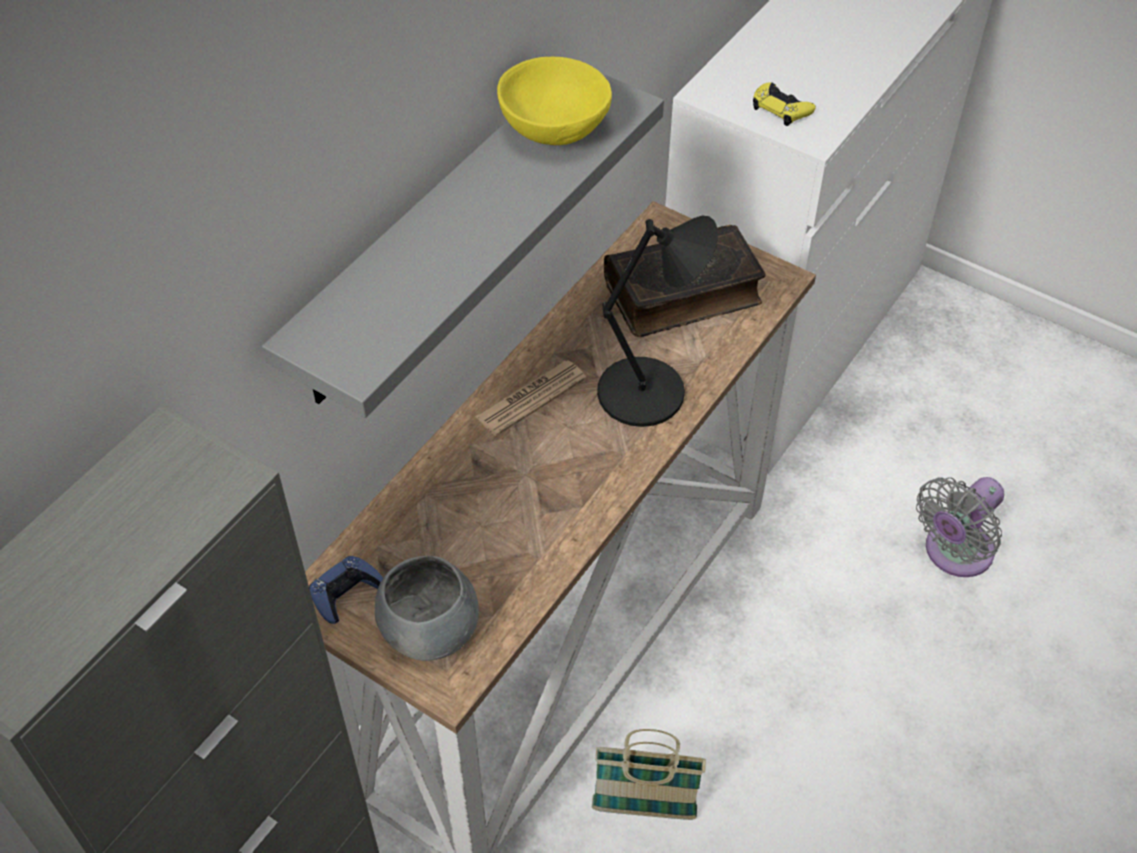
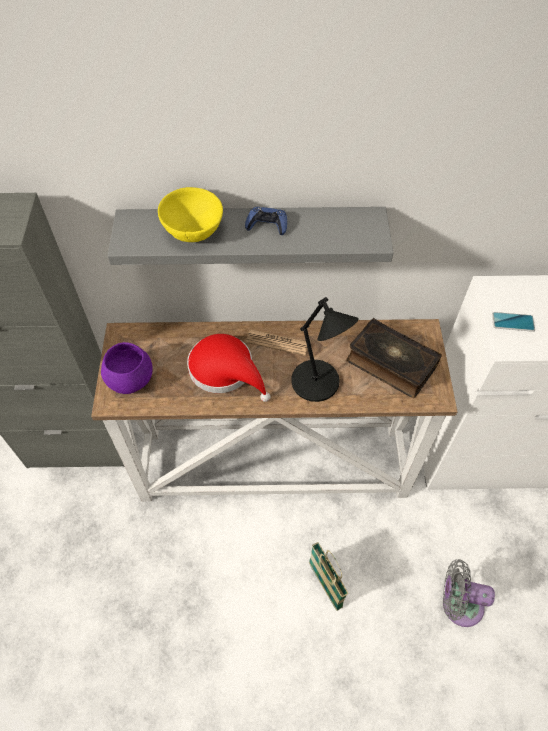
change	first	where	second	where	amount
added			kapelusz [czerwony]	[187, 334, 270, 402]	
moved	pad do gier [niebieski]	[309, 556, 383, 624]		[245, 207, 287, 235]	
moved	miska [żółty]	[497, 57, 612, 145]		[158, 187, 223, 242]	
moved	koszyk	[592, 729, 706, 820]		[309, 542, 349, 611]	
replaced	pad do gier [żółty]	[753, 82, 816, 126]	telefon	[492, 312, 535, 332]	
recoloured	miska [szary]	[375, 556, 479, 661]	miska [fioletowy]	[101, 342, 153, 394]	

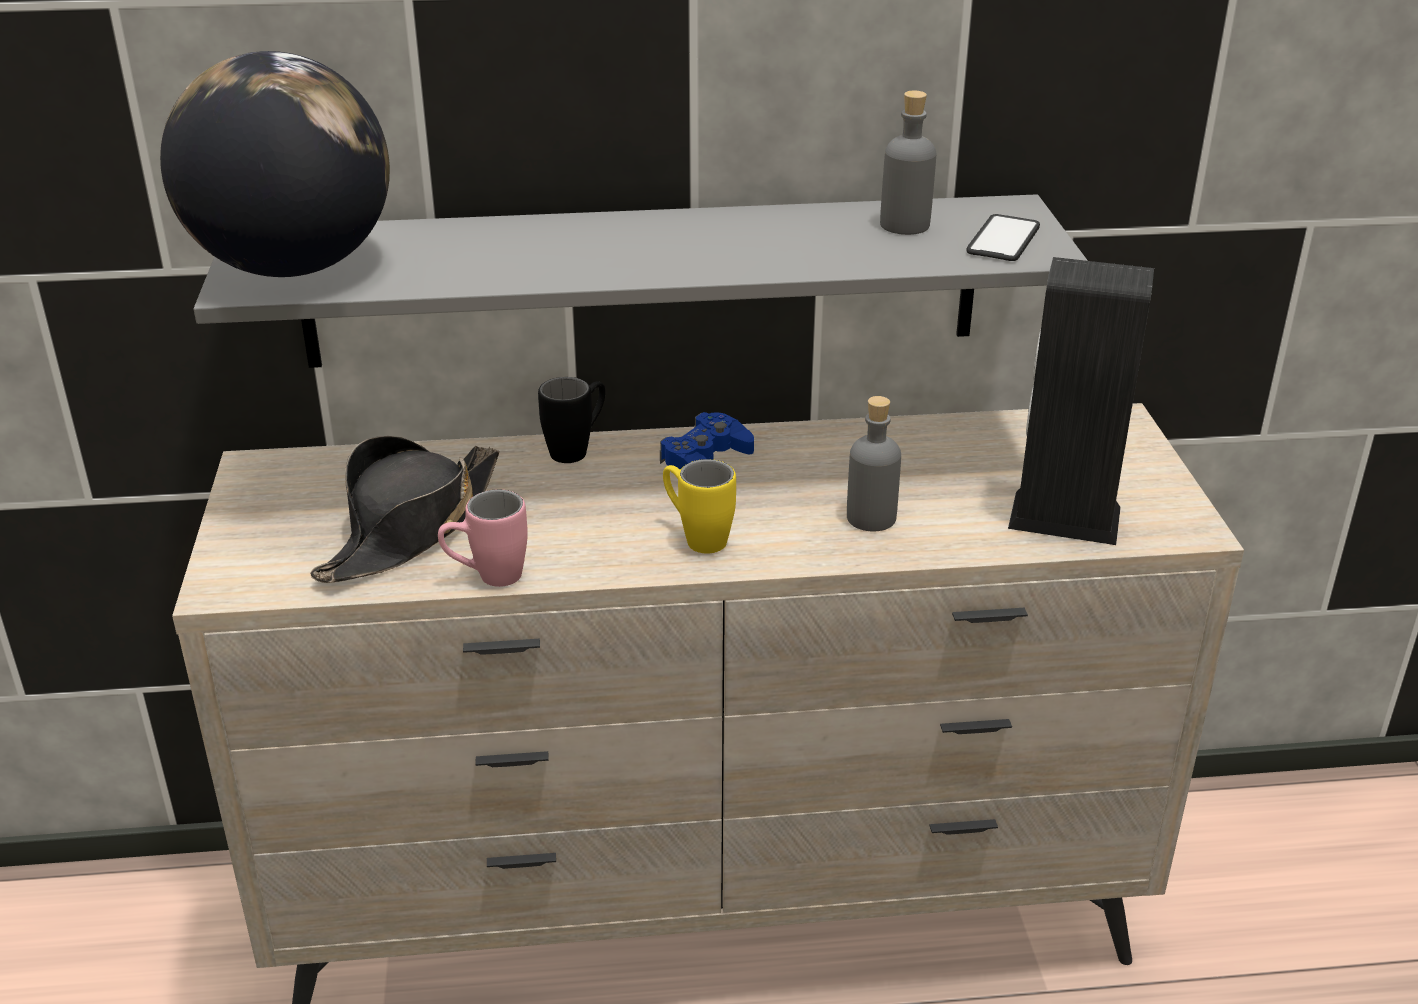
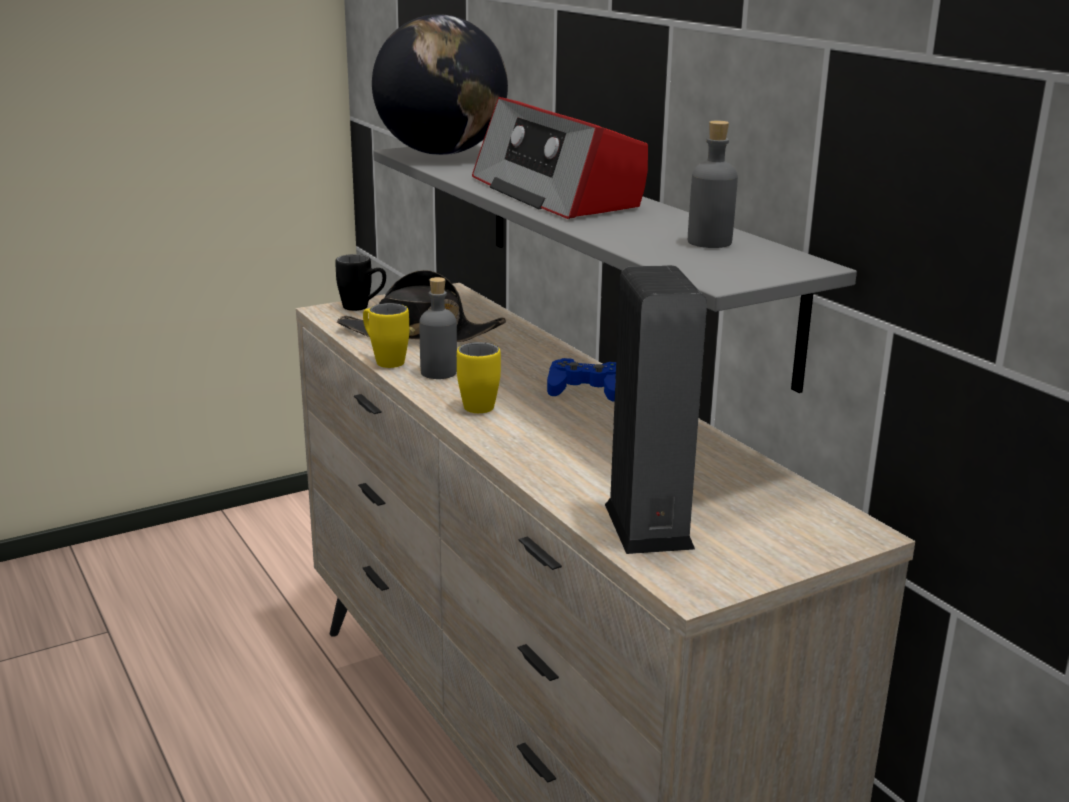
change	first	where	second	where	amount
removed	telefon	[966, 214, 1040, 261]			
added			radio	[472, 97, 648, 219]	
moved	kubek [czarny]	[538, 377, 605, 463]		[335, 254, 386, 311]	
moved	butelka [szary]	[847, 396, 901, 531]		[419, 277, 457, 379]	
recoloured	kubek [różowy]	[438, 489, 528, 587]	kubek [żółty]	[363, 303, 409, 368]	

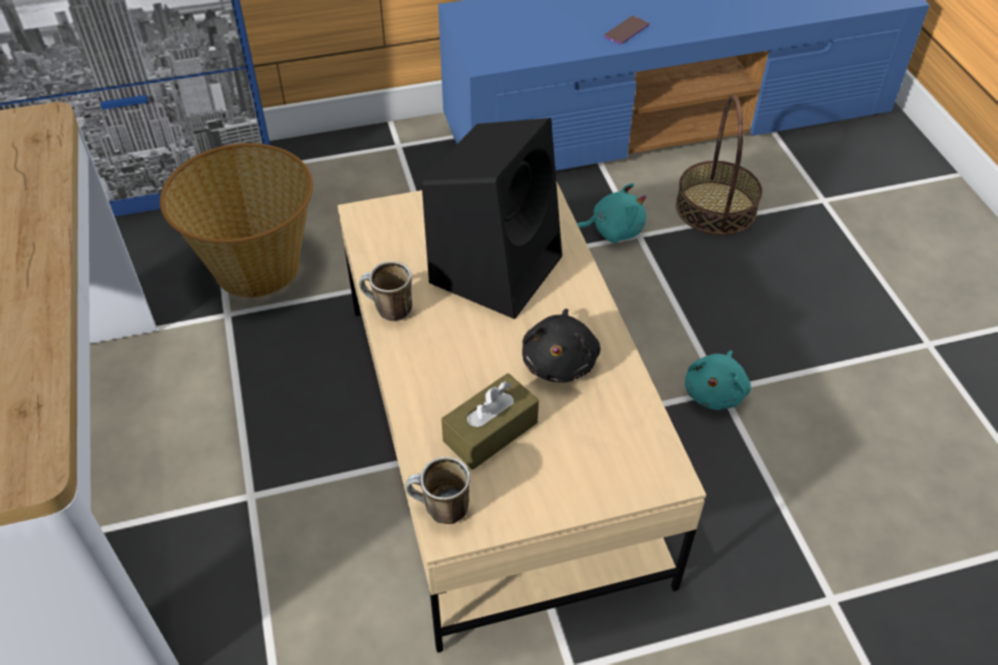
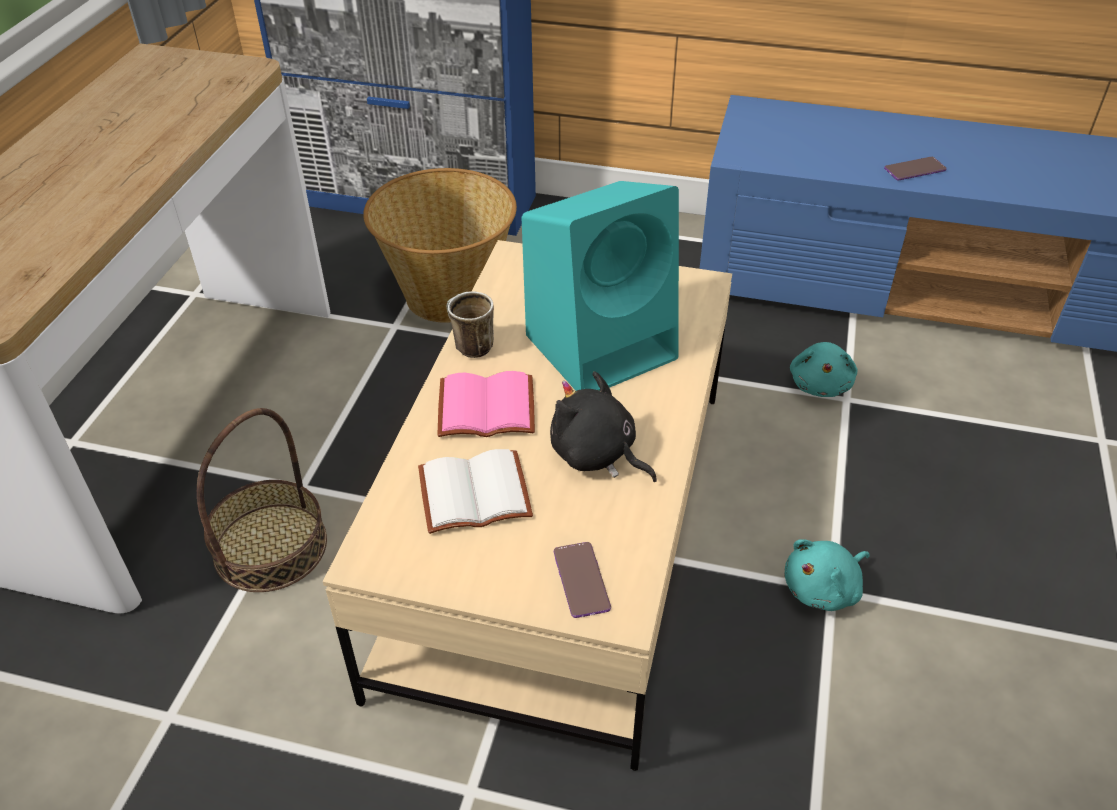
change	first	where	second	where	amount
removed	kubek	[406, 456, 470, 524]			
added			książka [różowy]	[437, 371, 535, 437]	
added			telefon	[554, 542, 611, 618]	
moved	koszyk	[676, 95, 762, 235]		[197, 408, 327, 592]	
replaced	pudełko chusteczek [brązowy]	[441, 373, 539, 470]	książka [biały]	[418, 449, 533, 534]	
recoloured	głośnik [czarny]	[422, 118, 562, 319]	głośnik [turkusowy]	[522, 181, 679, 391]	
turned	pluszak [czarny]	[522, 309, 600, 383]		[550, 371, 657, 482]	90 degrees clockwise
turned	pluszak [turkusowy]	[577, 183, 647, 243]		[790, 342, 857, 397]	75 degrees clockwise

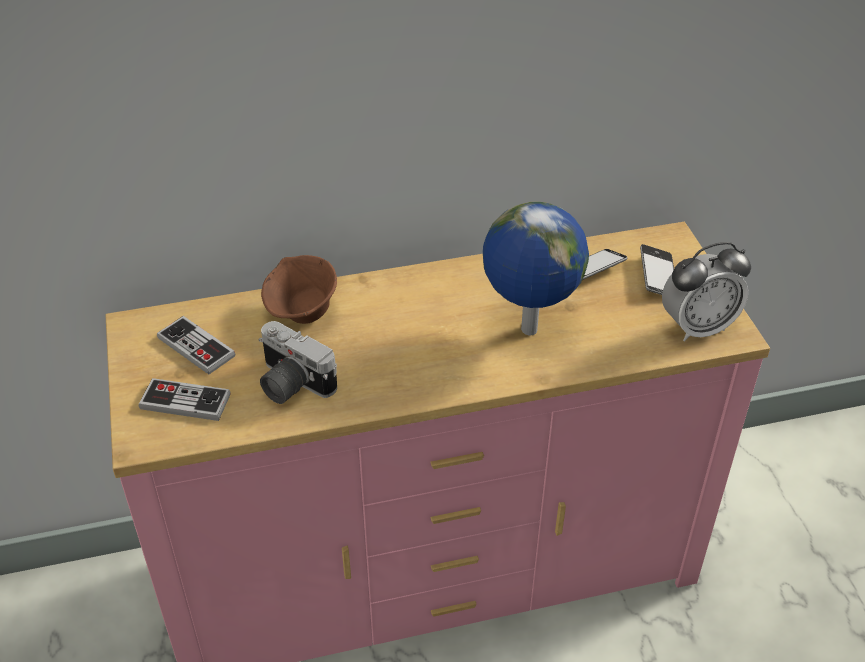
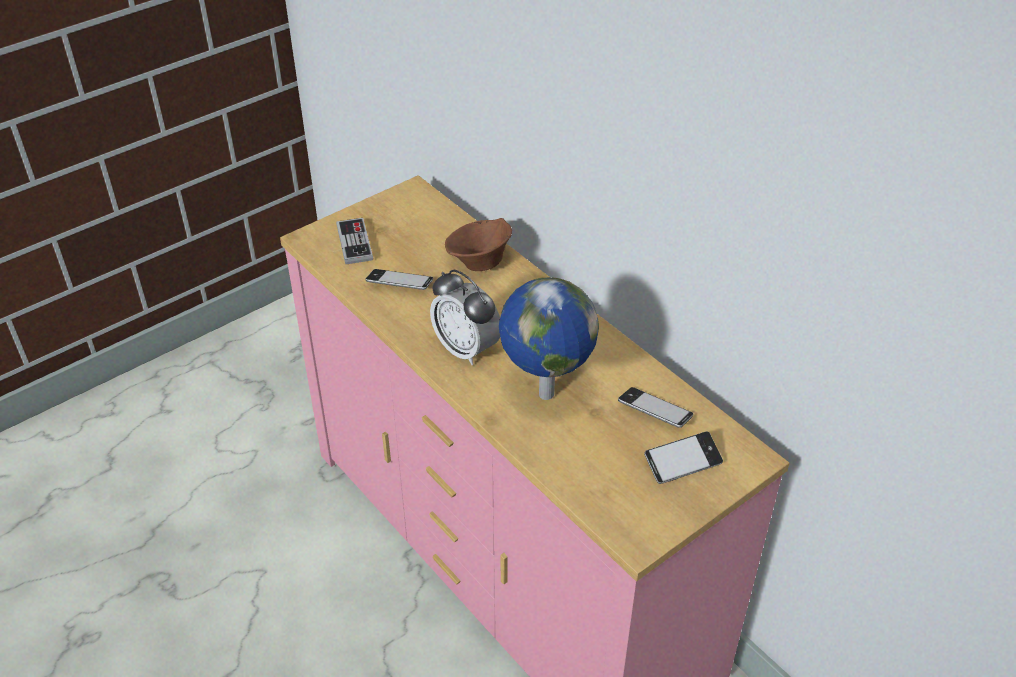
change	first	where	second	where	amount
removed	pad do gier	[157, 316, 235, 374]			
moved	budzik	[662, 242, 751, 342]		[430, 270, 500, 366]	
replaced	aparat fotograficzny	[259, 321, 337, 404]	telefon	[365, 269, 433, 290]	

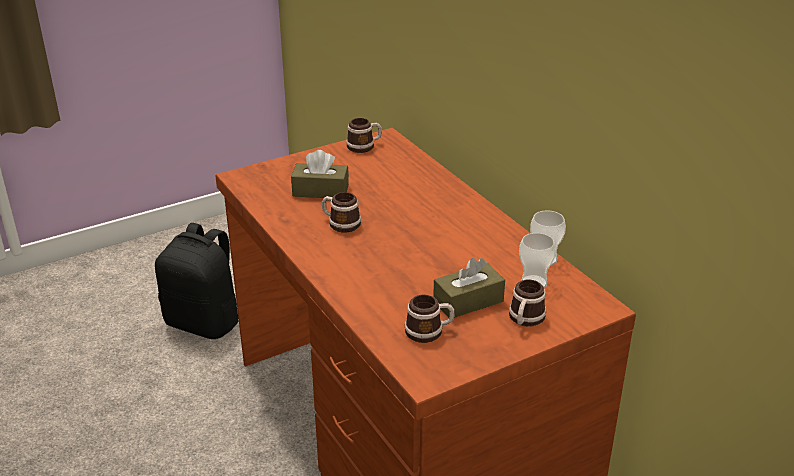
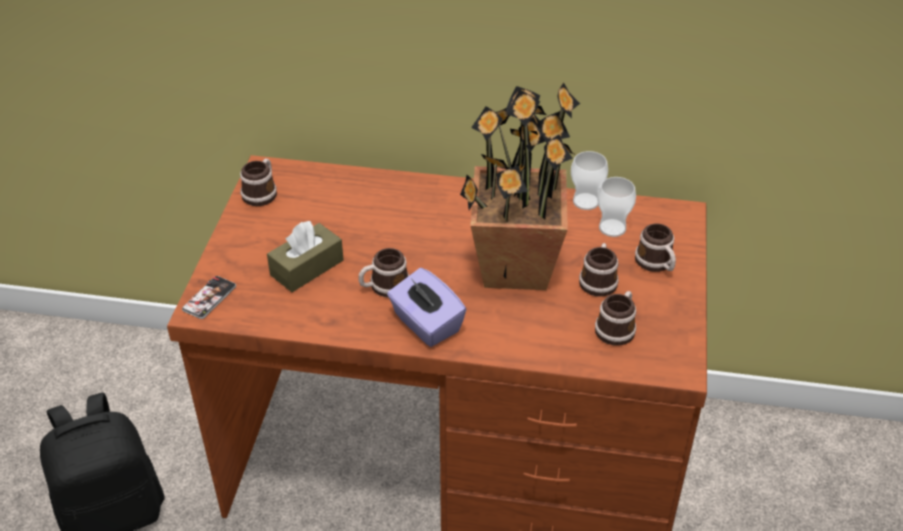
change	first	where	second	where	amount
added			telefon	[182, 276, 236, 319]	
added			pudełko chusteczek [fioletowy]	[387, 268, 466, 347]	
added			roślina doniczkowa	[460, 82, 580, 290]	
replaced	pudełko chusteczek [brązowy]	[433, 258, 505, 318]	kubek	[579, 243, 619, 297]	

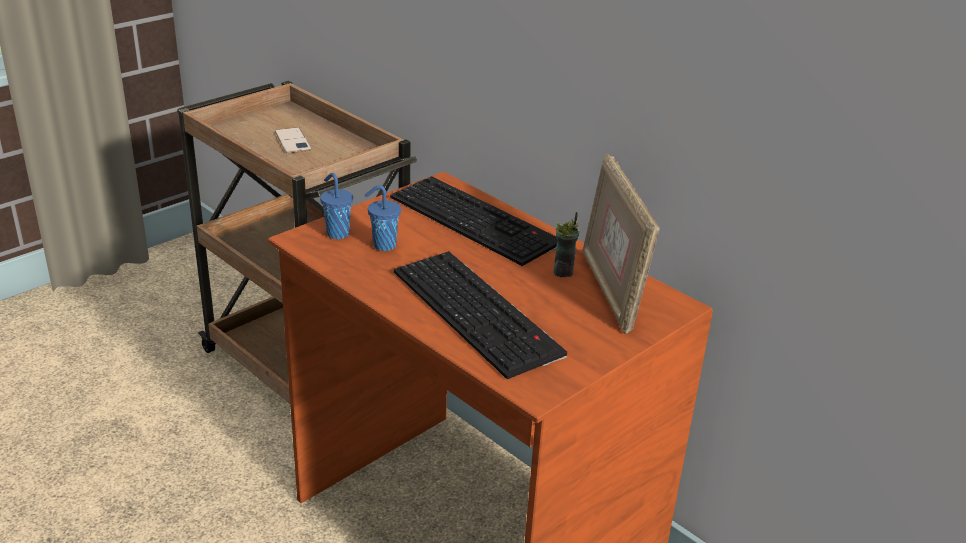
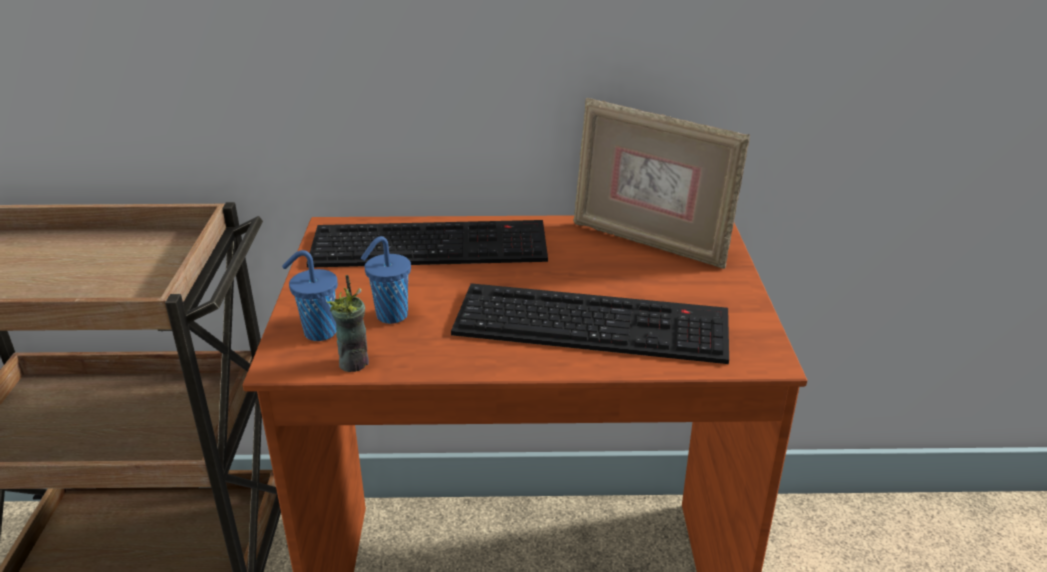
change	first	where	second	where	amount
removed	telefon	[275, 127, 311, 153]			
moved	filiżanka	[553, 212, 580, 277]		[327, 275, 369, 372]	

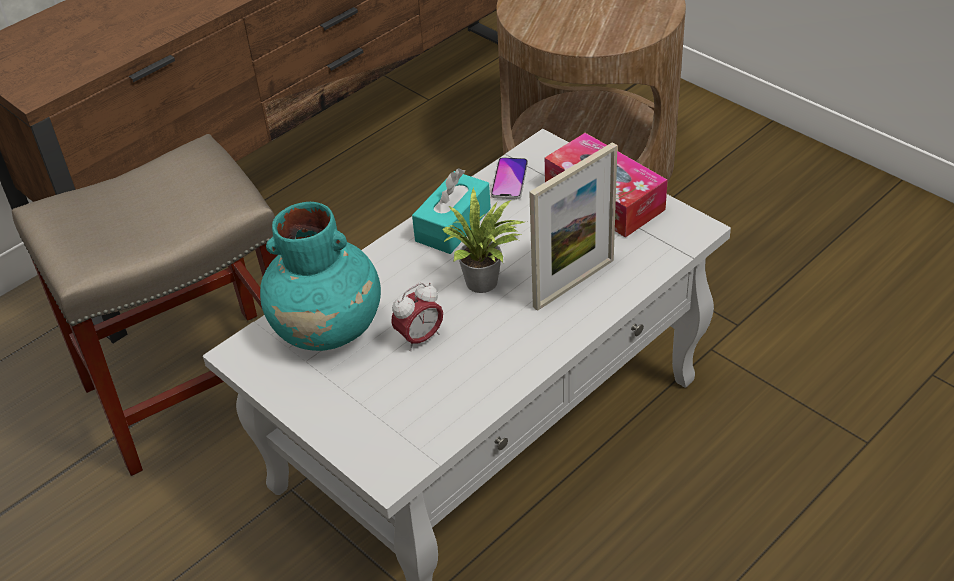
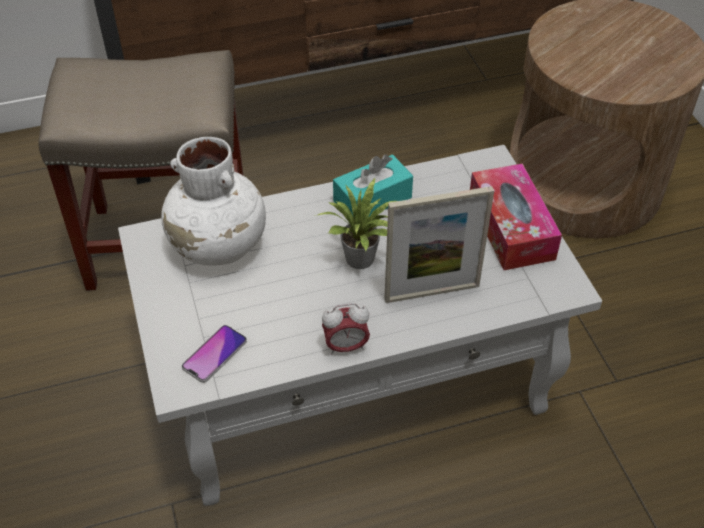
change	first	where	second	where	amount
moved	budzik	[391, 283, 443, 351]		[322, 303, 370, 355]	
moved	telefon	[491, 157, 528, 199]		[182, 325, 247, 383]	
recoloured	wazon [turkusowy]	[260, 202, 381, 351]	wazon [biały]	[161, 137, 266, 266]	

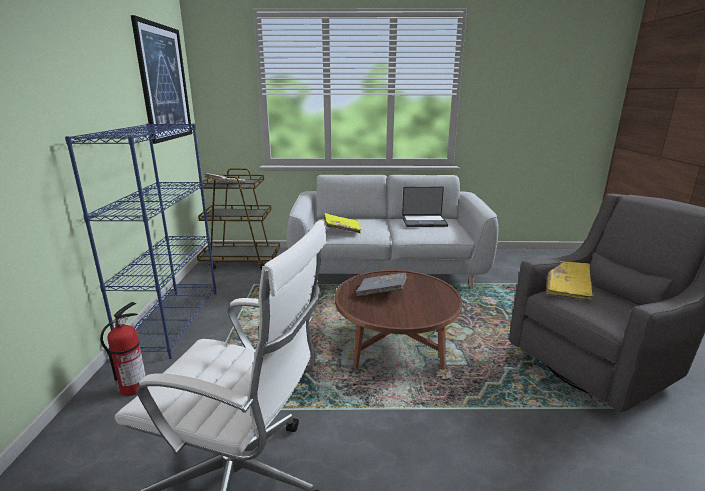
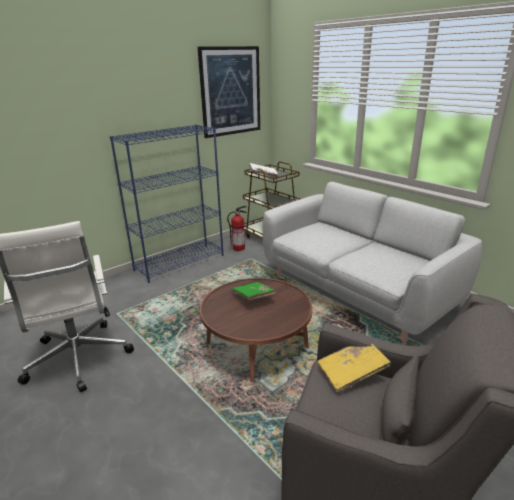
change	first	where	second	where	amount
removed	książka [żółty]	[324, 213, 361, 233]			
removed	laptop	[402, 186, 448, 227]			
moved	gaśnica	[100, 302, 146, 396]		[227, 206, 247, 251]	
recoloured	książka [szary]	[356, 273, 407, 296]	książka [zielony]	[232, 282, 276, 301]	

